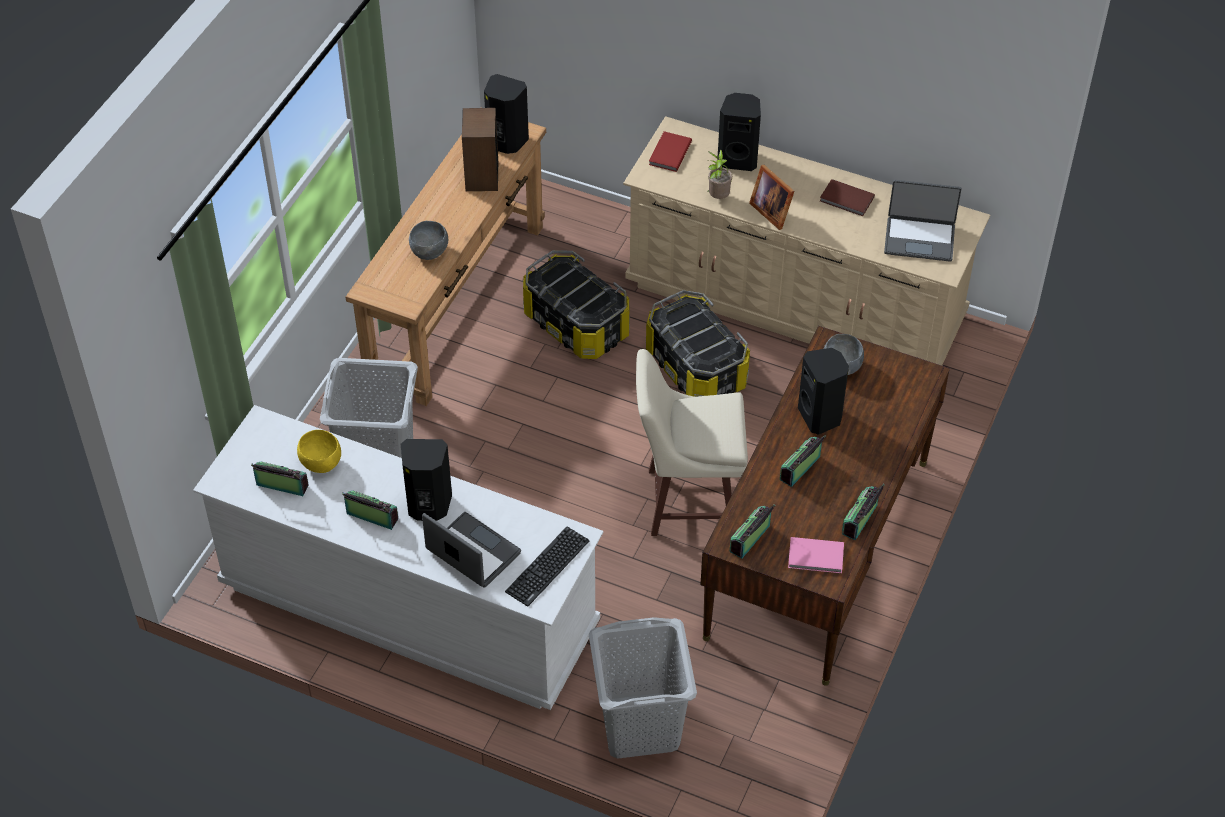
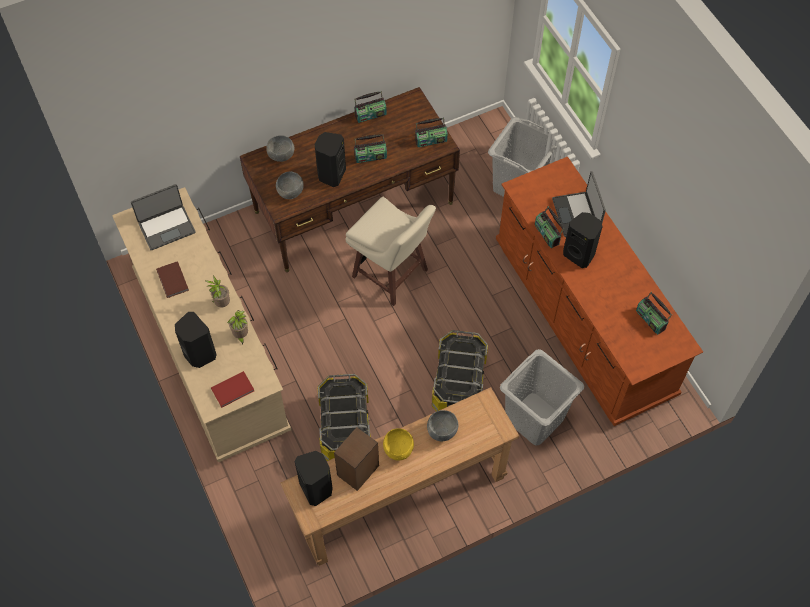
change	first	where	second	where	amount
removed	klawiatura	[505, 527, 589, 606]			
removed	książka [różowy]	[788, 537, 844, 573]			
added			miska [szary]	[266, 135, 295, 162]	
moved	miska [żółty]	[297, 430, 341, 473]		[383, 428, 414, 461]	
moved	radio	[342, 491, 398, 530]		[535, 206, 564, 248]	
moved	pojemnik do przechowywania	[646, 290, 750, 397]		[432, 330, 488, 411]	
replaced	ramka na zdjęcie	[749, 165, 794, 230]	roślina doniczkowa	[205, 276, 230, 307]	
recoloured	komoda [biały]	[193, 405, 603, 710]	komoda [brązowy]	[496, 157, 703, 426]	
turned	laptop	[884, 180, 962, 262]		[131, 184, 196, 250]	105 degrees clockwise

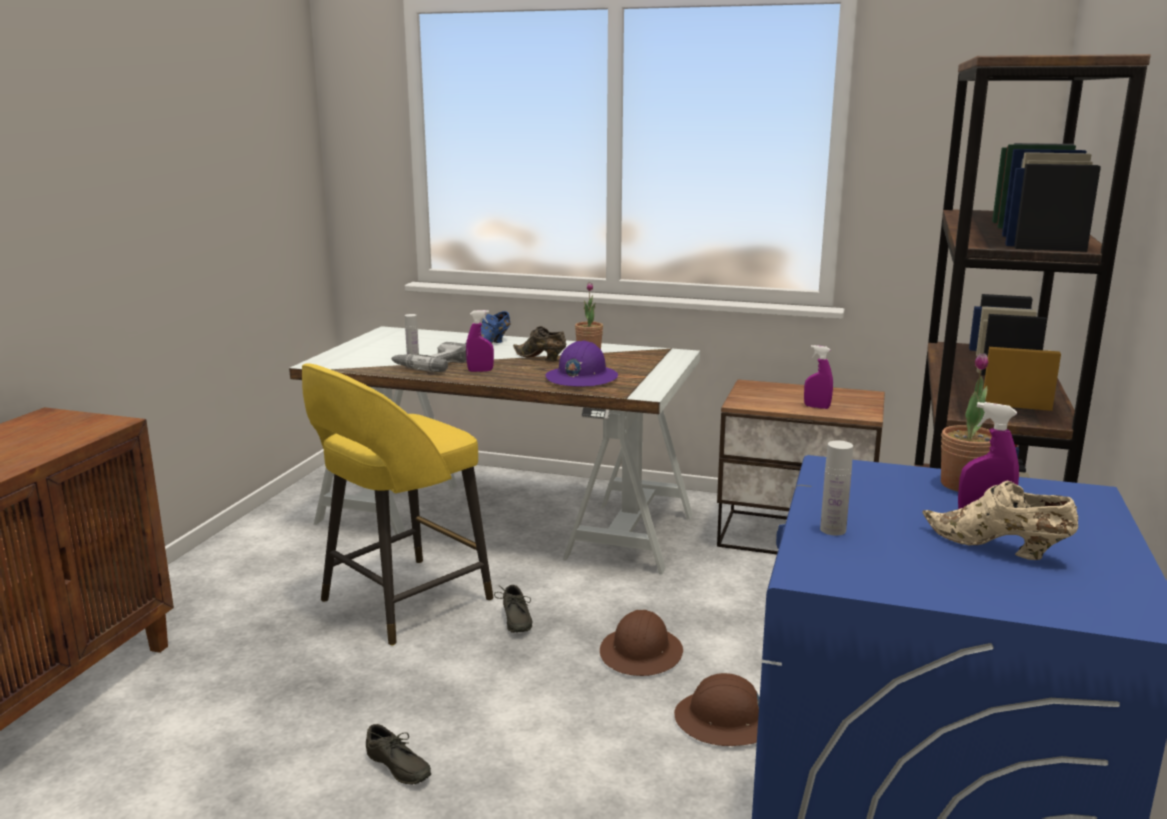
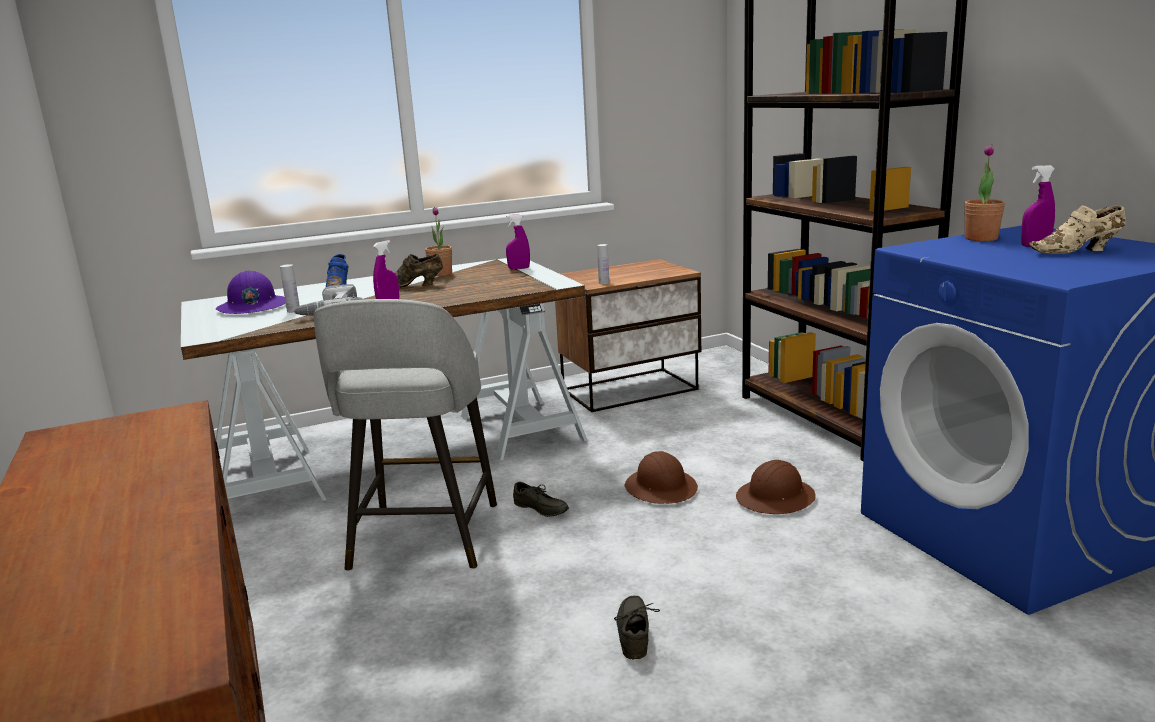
change	first	where	second	where	amount
moved	kask [fioletowy]	[546, 341, 618, 387]		[216, 270, 286, 314]	
moved	spryskiwacz [fioletowy]	[804, 345, 833, 409]		[506, 214, 530, 270]	
moved	butelka [biały]	[820, 440, 853, 536]		[597, 244, 609, 284]	
recoloured	stołek [żółty]	[302, 363, 493, 646]	stołek [szary]	[313, 299, 497, 571]	
turned	but [szary]	[366, 724, 431, 785]		[614, 596, 660, 660]	90 degrees counterclockwise

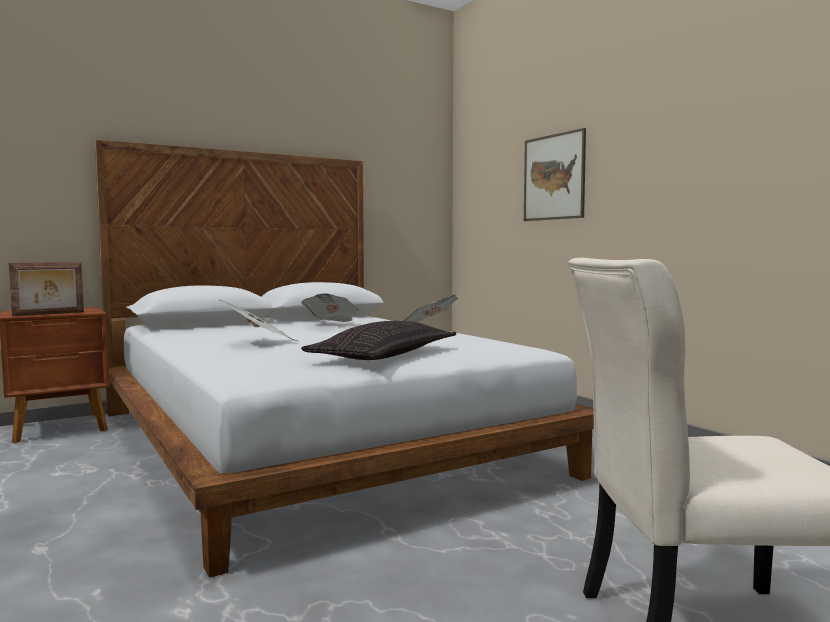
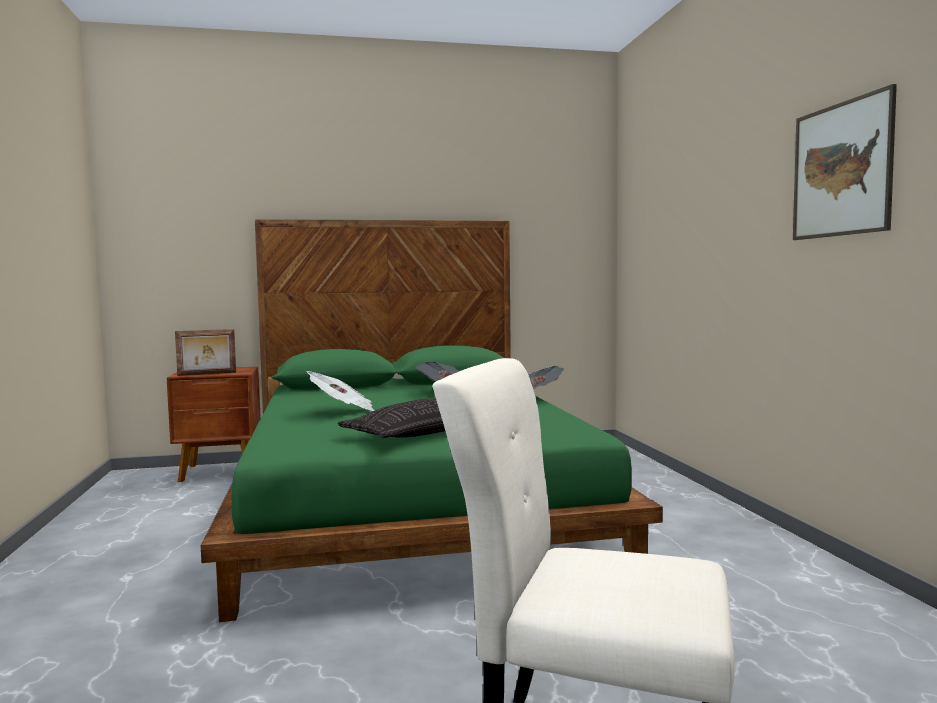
change	first	where	second	where	amount
moved	obraz	[524, 128, 586, 221]		[793, 84, 897, 240]	
recoloured	łóżko [biały]	[95, 139, 594, 577]	łóżko [zielony]	[201, 219, 663, 622]	

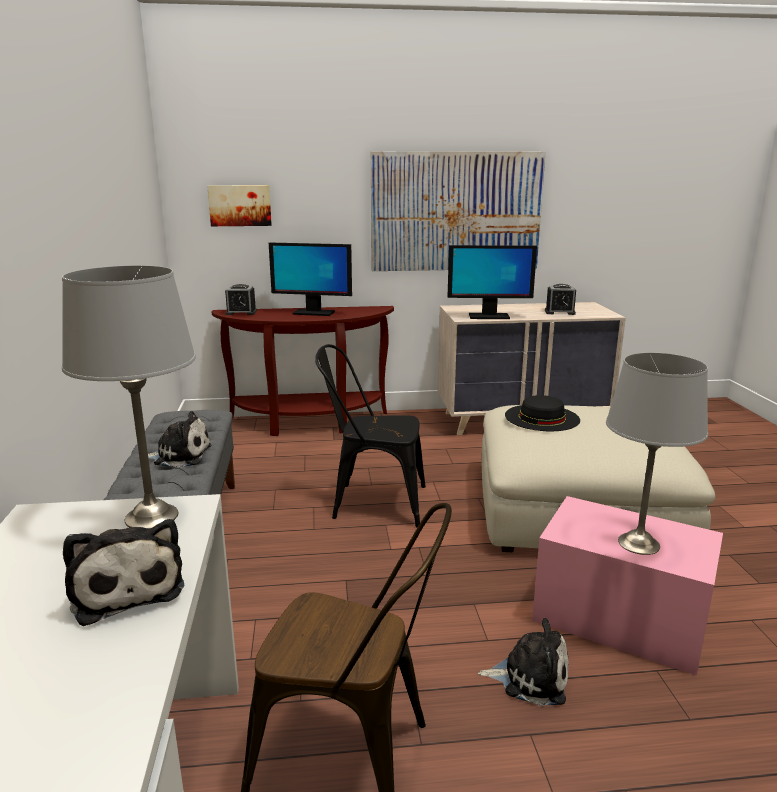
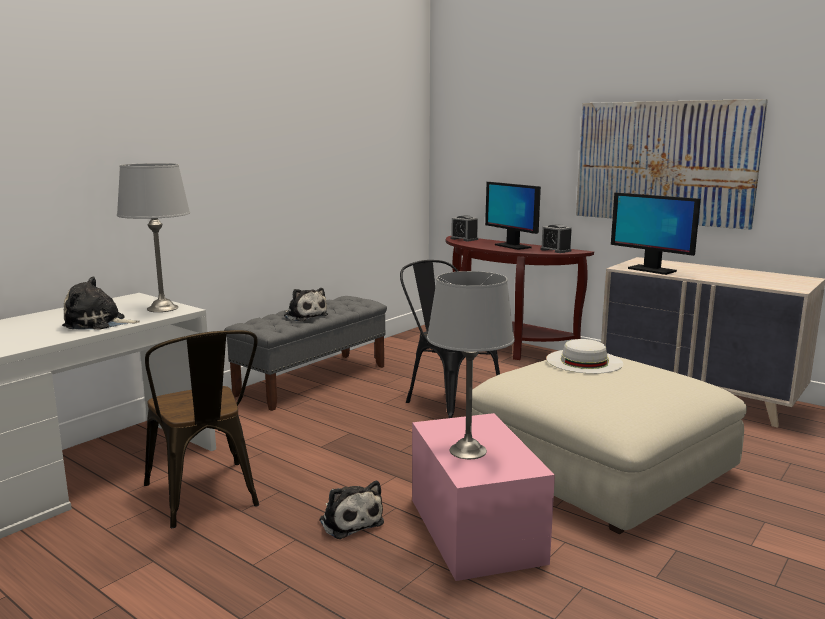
change	first	where	second	where	amount
removed	obraz	[207, 185, 272, 226]			
moved	budzik	[545, 284, 576, 315]		[540, 224, 572, 253]	
recoloured	kapelusz [czarny]	[505, 395, 580, 431]	kapelusz [biały]	[546, 339, 623, 374]	
turned	pluszak	[63, 519, 185, 626]		[62, 276, 140, 330]	75 degrees clockwise

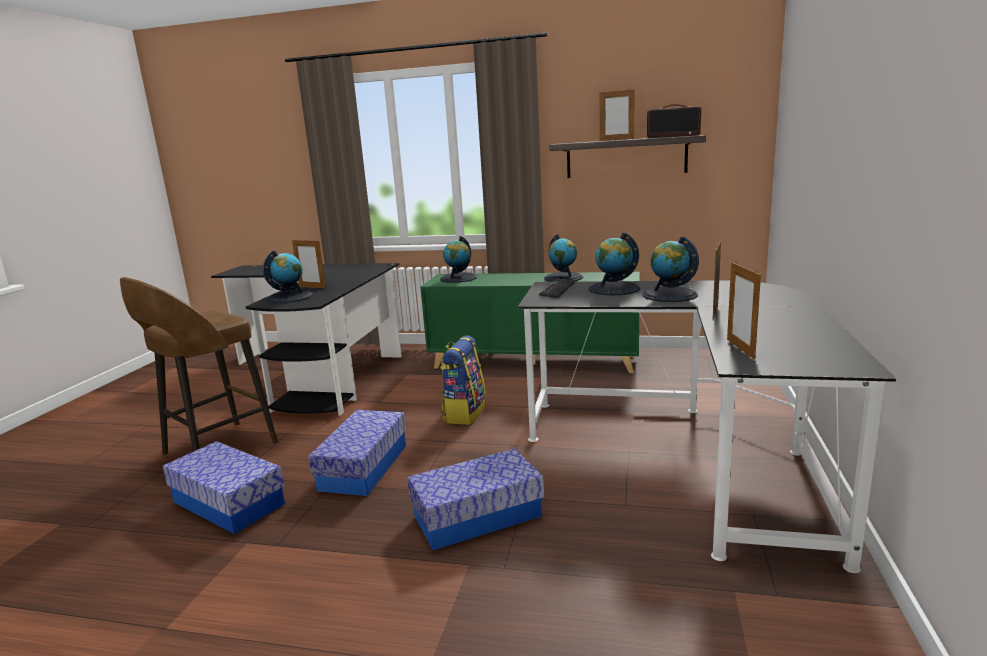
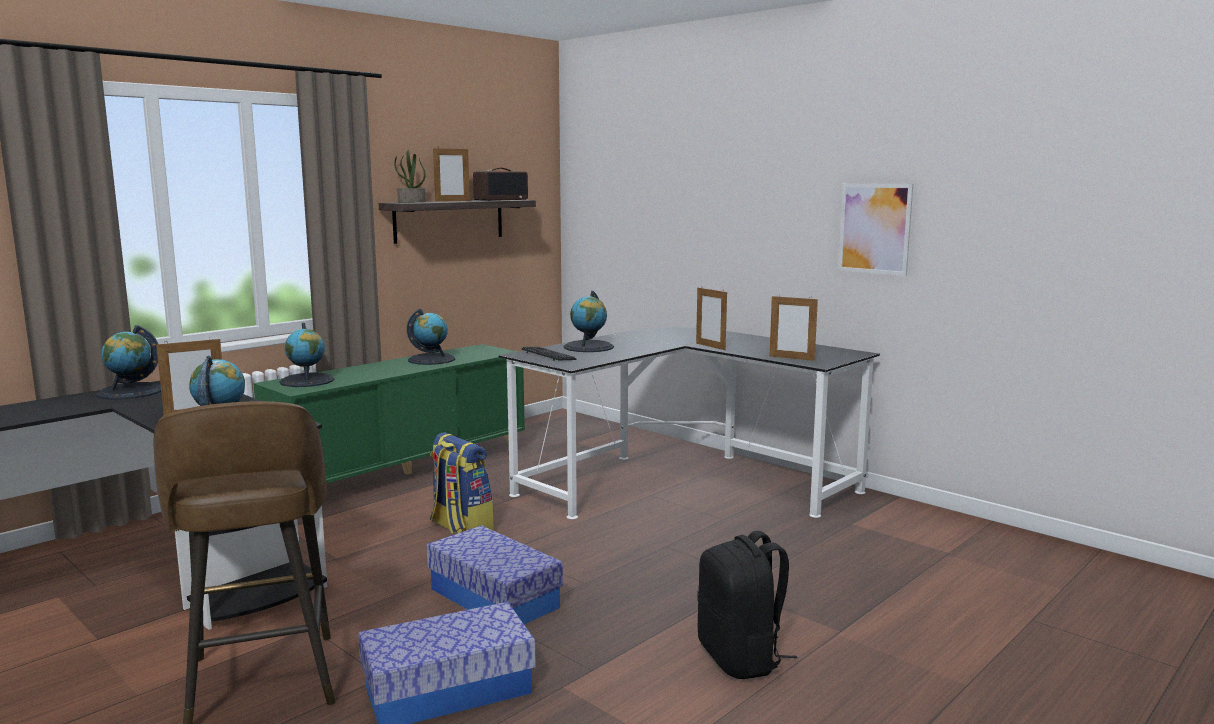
change	first	where	second	where	amount
removed	pojemnik do przechowywania	[407, 448, 544, 550]			
added			roślina doniczkowa	[394, 150, 426, 202]	
added			plecak [czarny]	[697, 531, 797, 679]	
added			obraz	[838, 183, 913, 276]	
moved	globus	[643, 236, 699, 302]		[96, 325, 161, 399]	

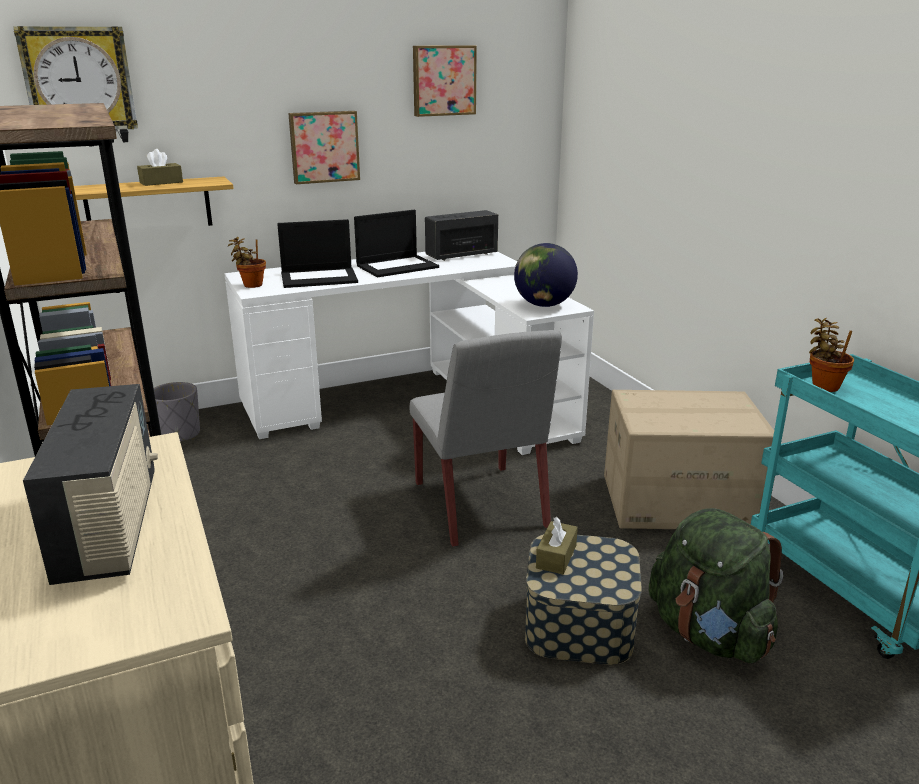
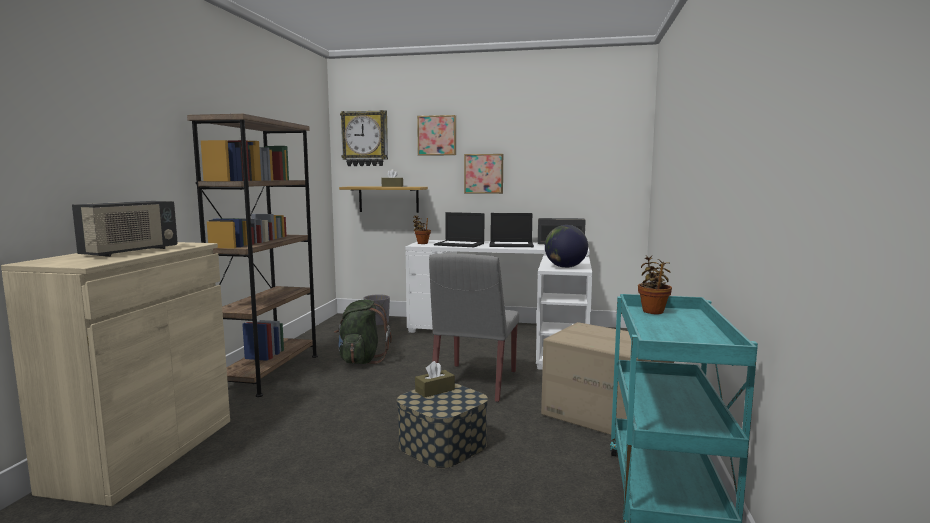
change	first	where	second	where	amount
moved	obraz	[413, 45, 477, 117]		[417, 115, 456, 156]	
moved	plecak [zielony]	[649, 508, 783, 664]		[334, 300, 392, 364]	

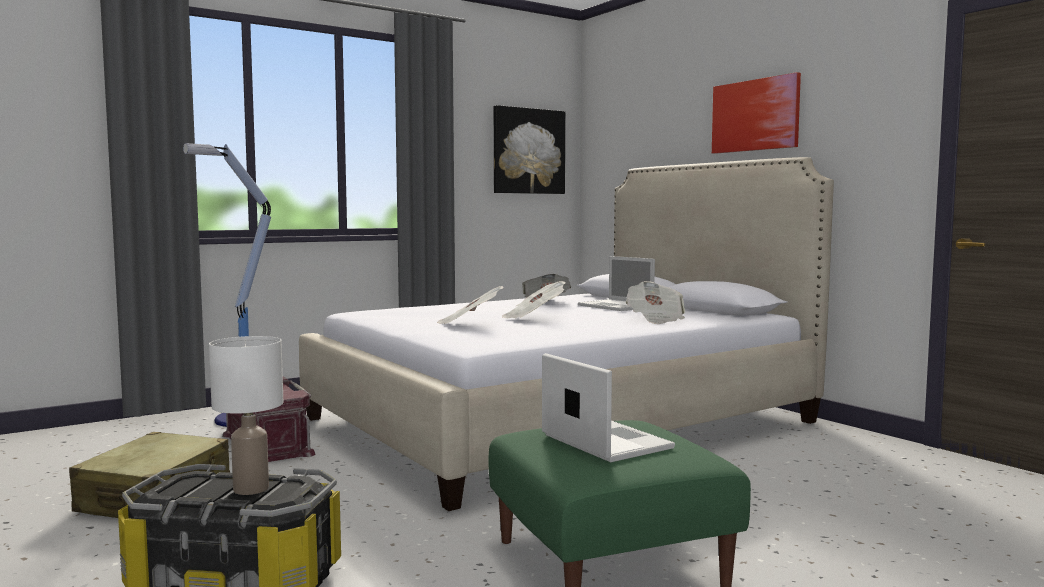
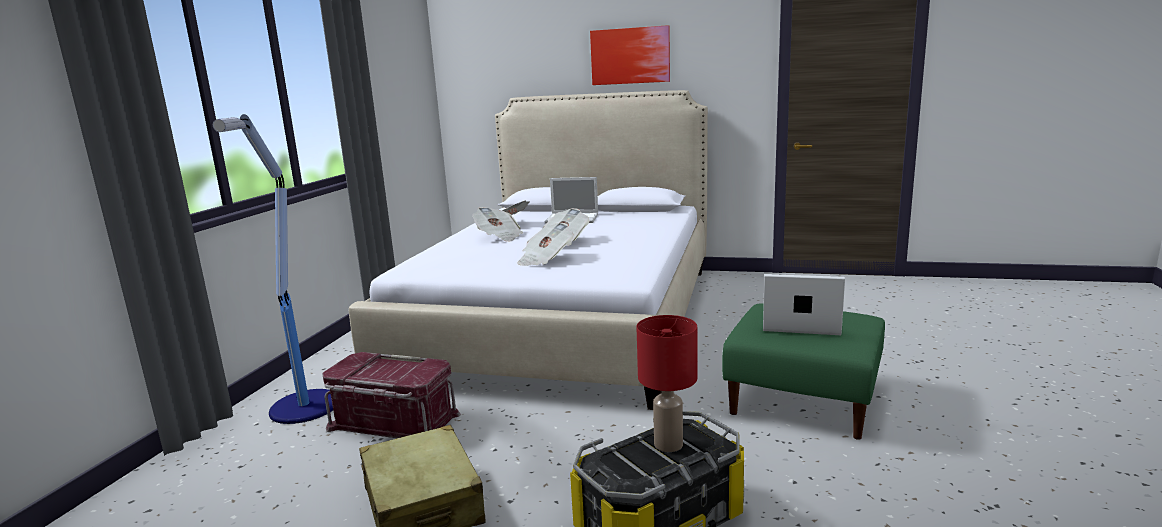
change	first	where	second	where	amount
removed	obraz	[494, 105, 565, 194]			
moved	gazeta	[626, 281, 685, 324]		[472, 207, 523, 242]	
recoloured	lampa stołowa [biały]	[209, 336, 283, 495]	lampa stołowa [czerwony]	[637, 315, 697, 452]	

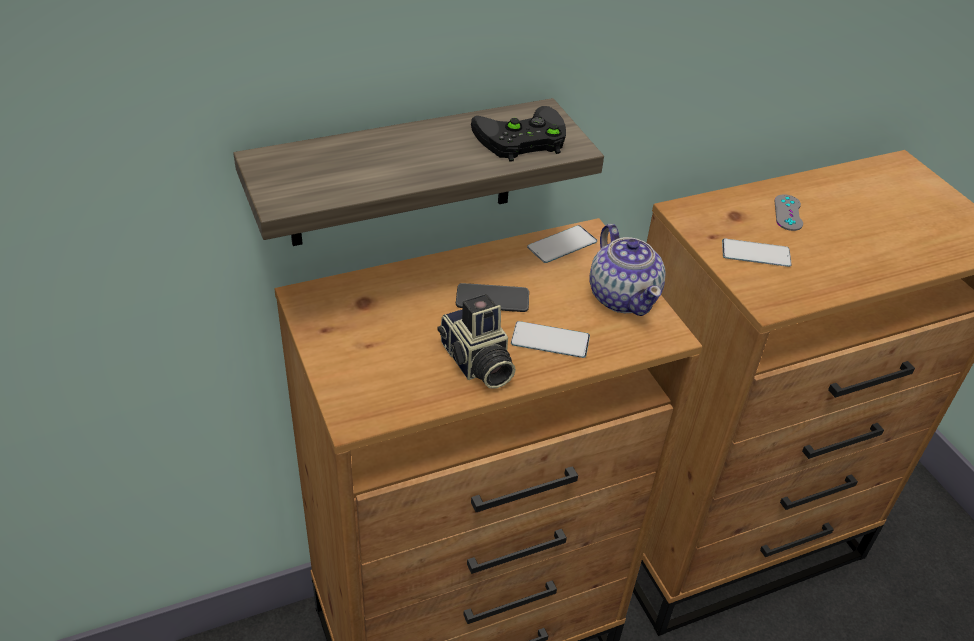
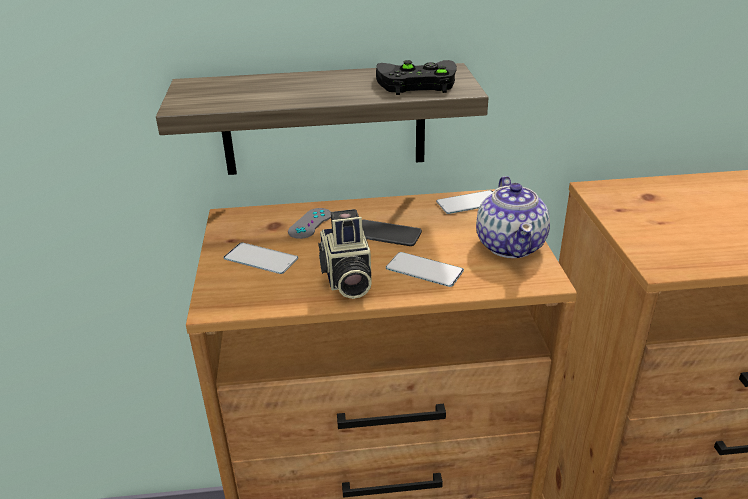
change	first	where	second	where	amount
moved	telefon	[722, 238, 792, 267]		[224, 242, 298, 274]	
moved	pad do gier [szary]	[775, 194, 803, 231]		[288, 208, 331, 239]	

